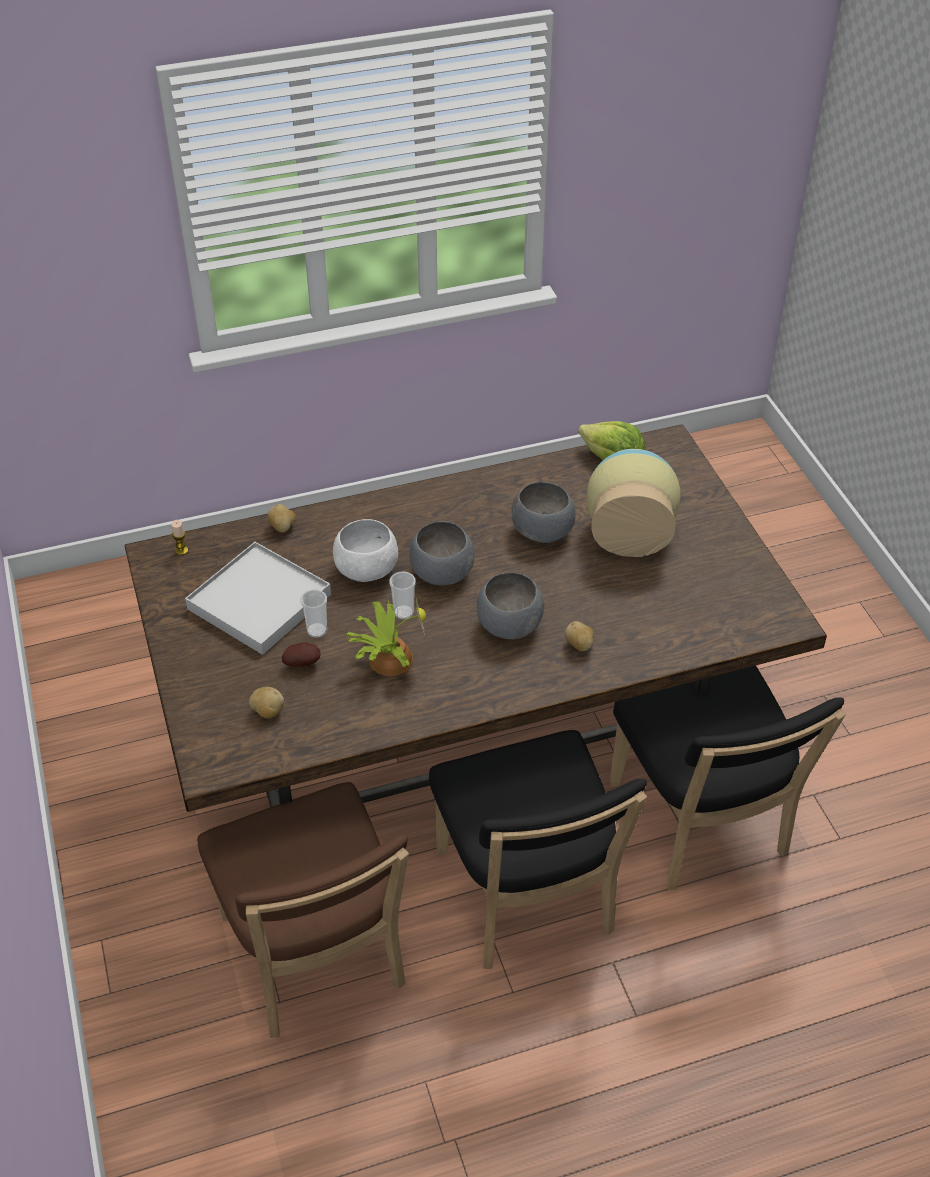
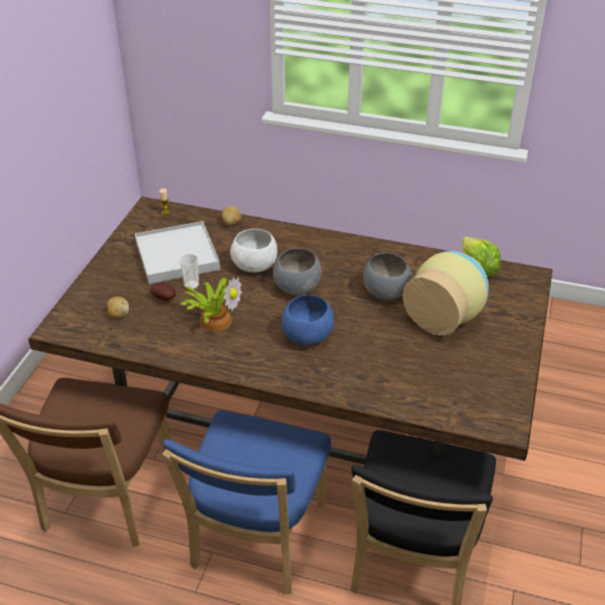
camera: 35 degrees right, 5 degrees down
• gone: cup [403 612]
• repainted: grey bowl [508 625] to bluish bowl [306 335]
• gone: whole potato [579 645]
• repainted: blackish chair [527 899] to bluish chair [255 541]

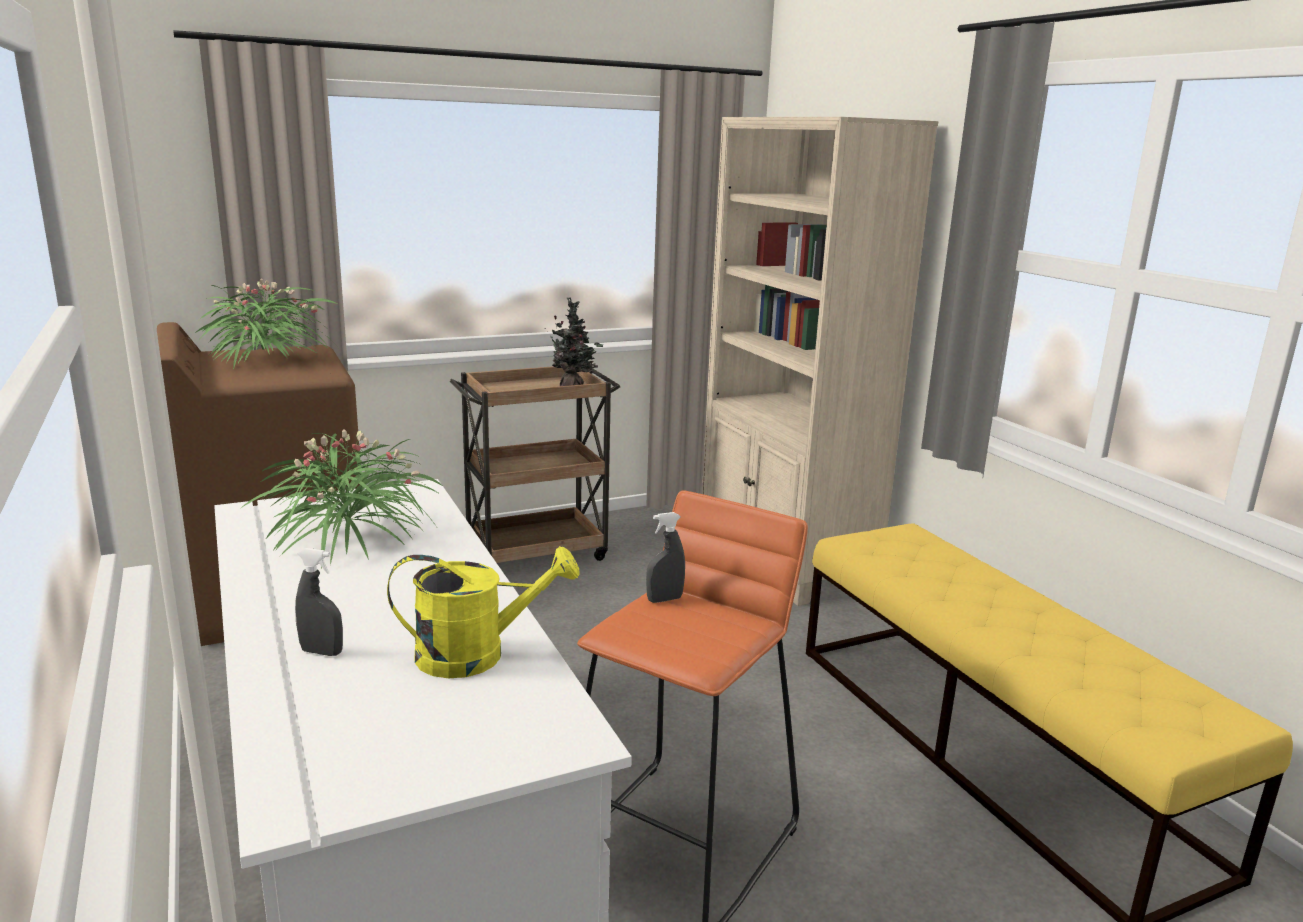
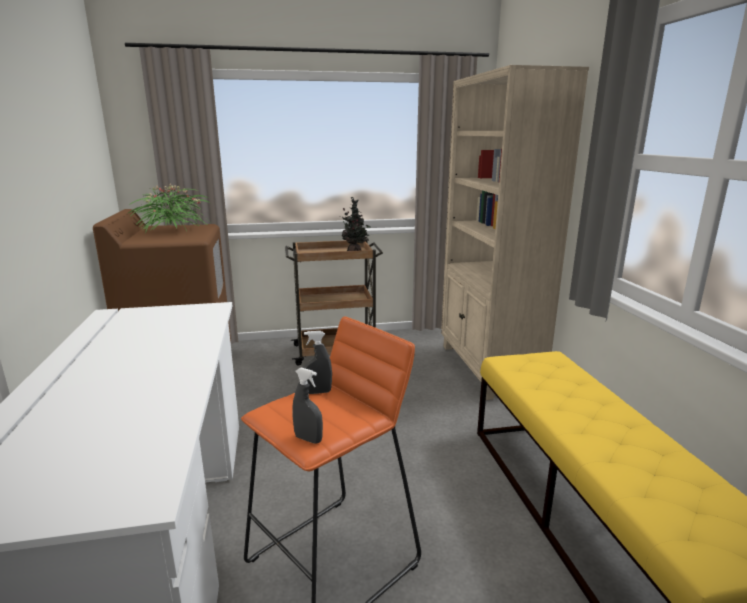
camera: 15 degrees right, 0 degrees up
• gone: potted plant [350 536]
• gone: yellow-coloured watering can [477 655]
• shifted: grey hand sprayer [321 652] to [308 439]

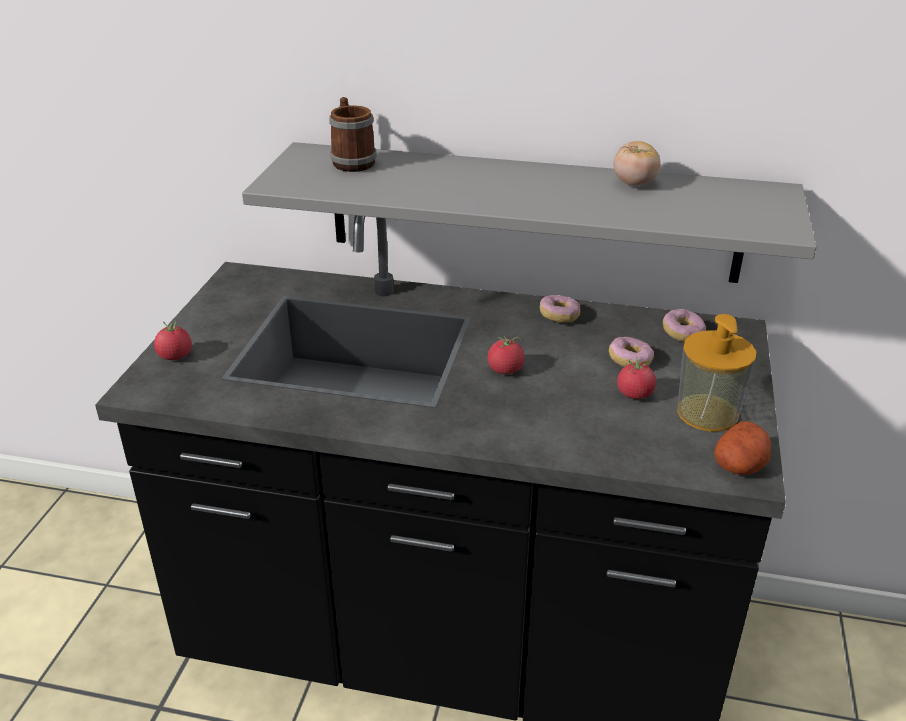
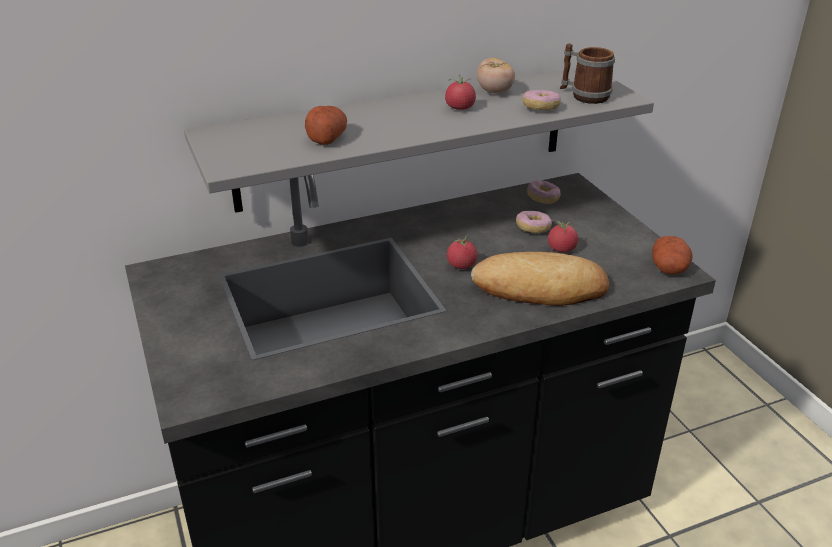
camera: 35 degrees left, 0 degrees up
• shifted: mug [352 161] to [583 95]
• shifted: donut [559 317] to [540 108]
• gone: soap bottle [707 413]
• shifted: tomato [175 356] to [460 108]
• new: whole potato [326 138]
• new: baked bread [540 288]

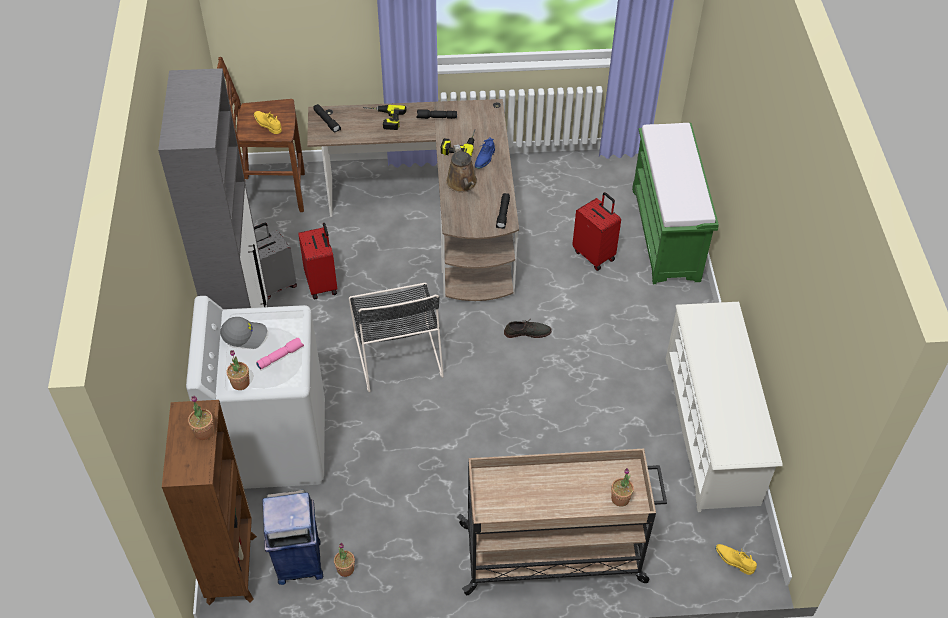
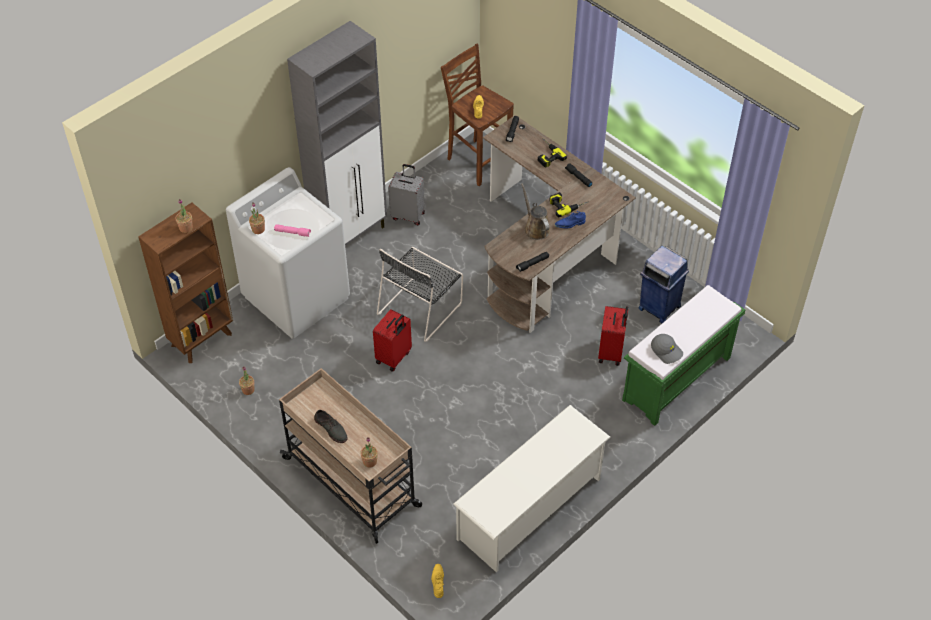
camera: 50 degrees right, 0 degrees up
• rotated: brown watering can [462 184] = [535 228] 120 degrees clockwise
• shifted: red suitcase [322 284] to [394 357]
• shifted: grey cap [245 335] to [667 351]
• shifted: grey item of footwear [527 332] to [331 428]
• shifted: bluish rubbish bin [298 561] to [659 306]

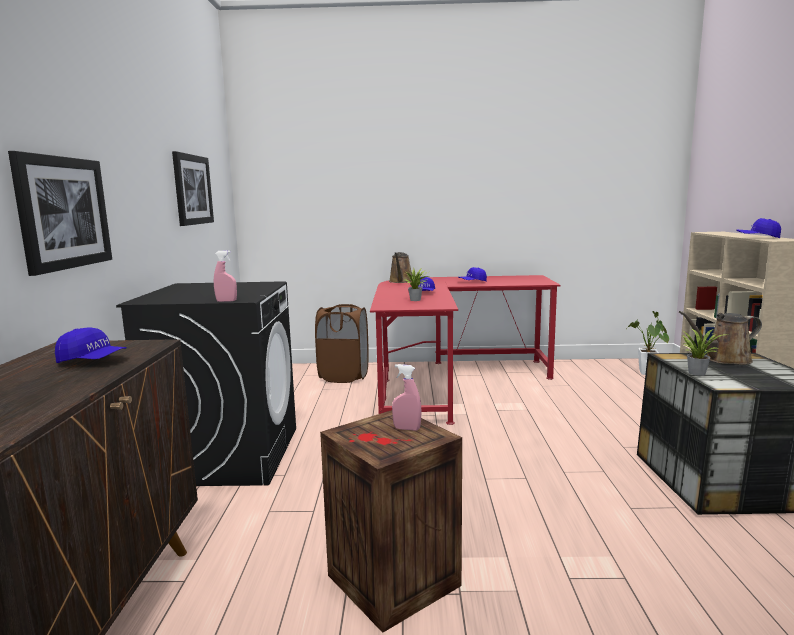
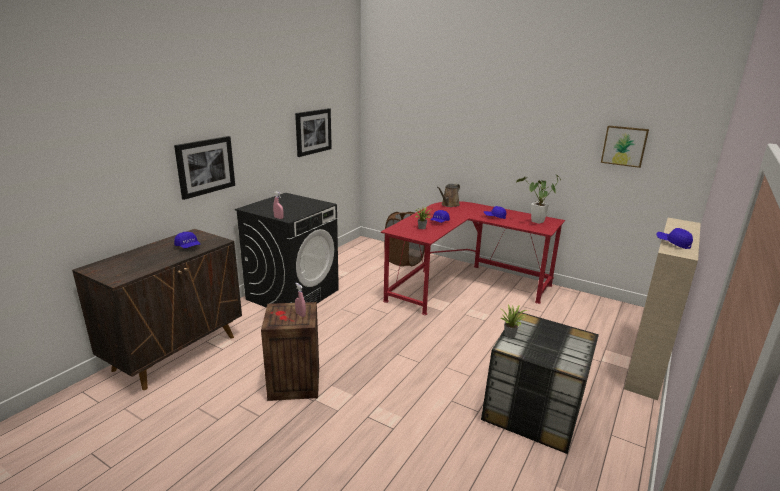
camera: 30 degrees right, 10 degrees up
• shifted: potted plant [647 374] to [536 222]
• gone: brown watering can [723 359]
• new: picture [624 146]

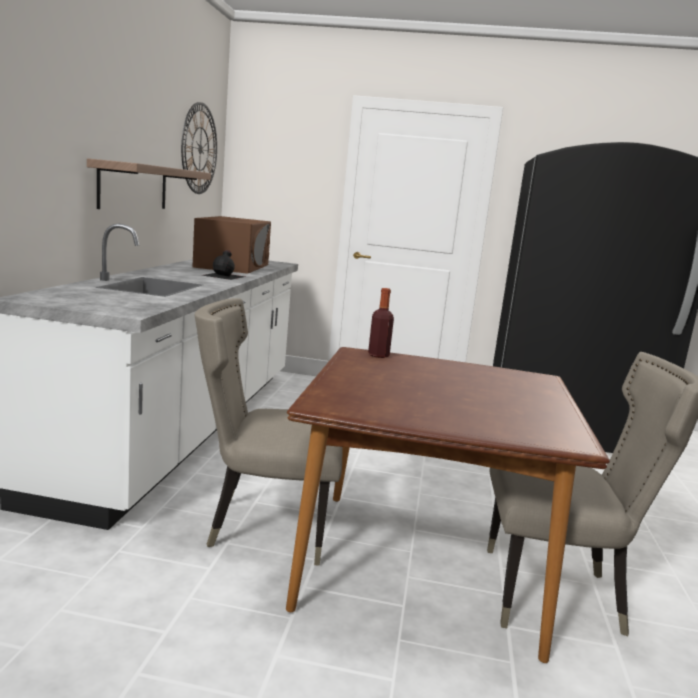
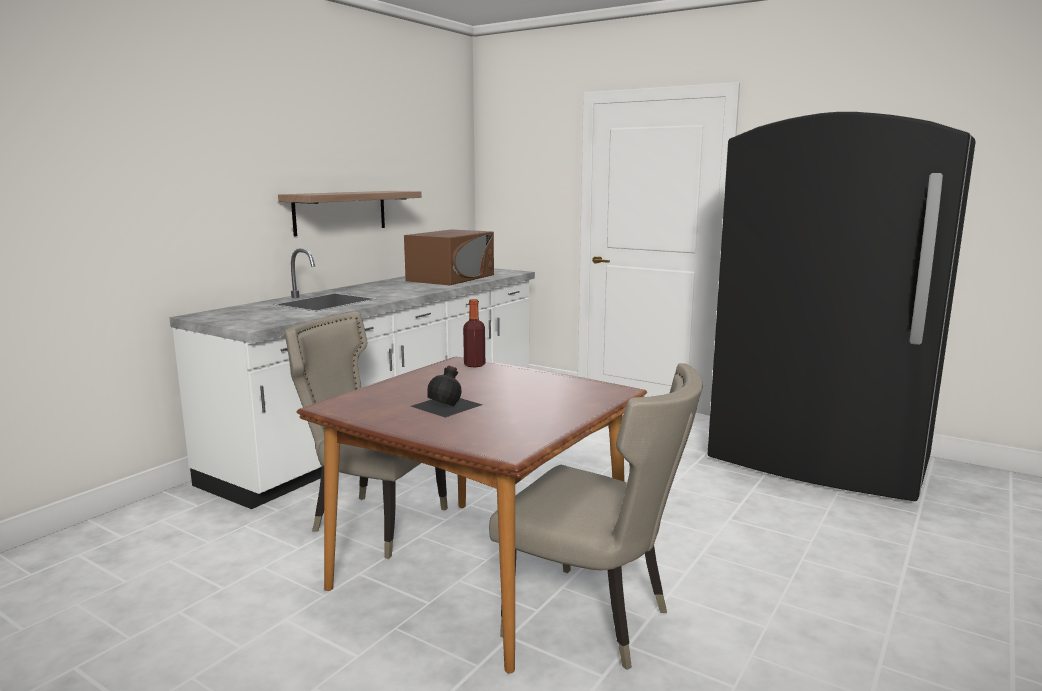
camera: 25 degrees right, 0 degrees up
• gone: wall clock [199 149]
• shifted: blackish bottle [224 276] to [448 405]

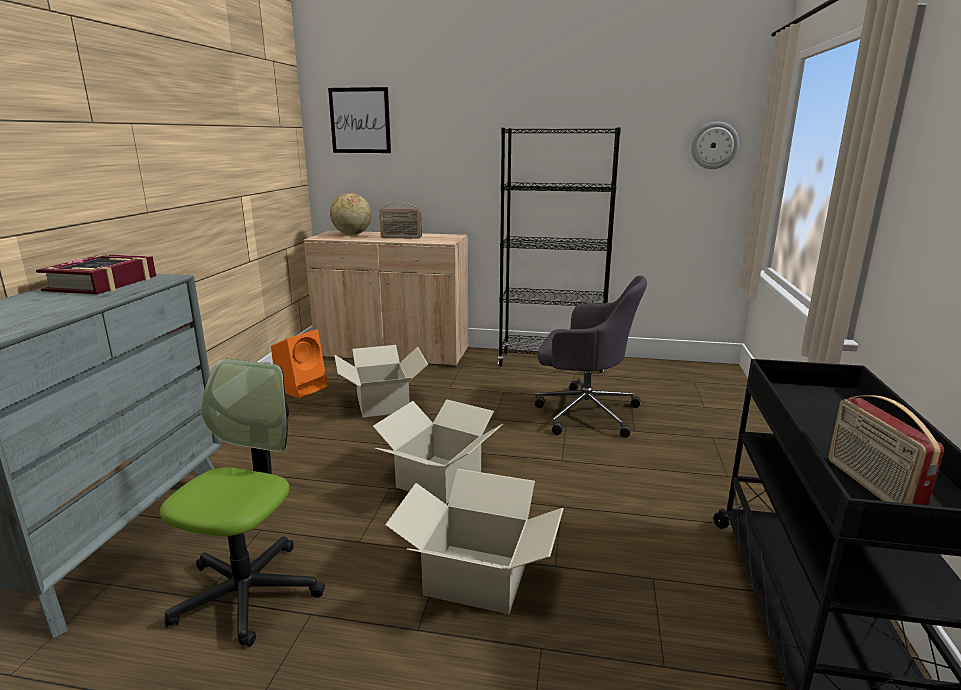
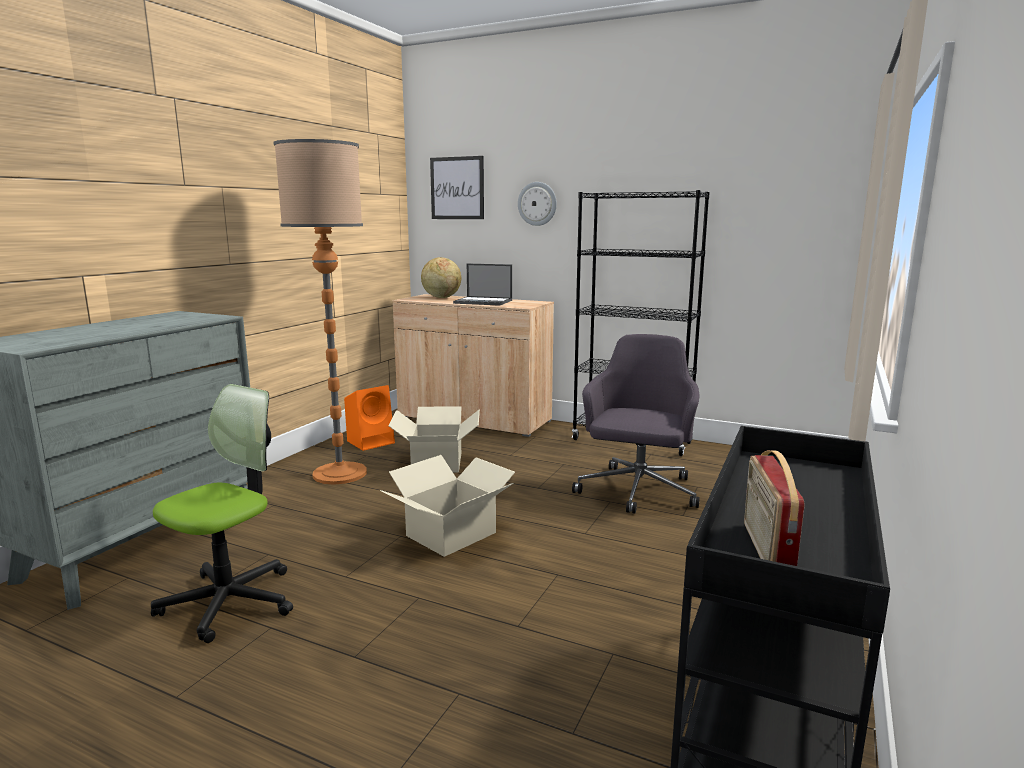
camera: 15 degrees right, 5 degrees down
• shifted: wall clock [714 145] to [537 204]
• swapped: radio set [401 238] to portable computer [484 302]
• gone: volume [103 283]
• rotated: grey office chair [584 412] = [637 492] 105 degrees counterclockwise
• gone: carton [476 577]
• new: standard lamp [340 473]

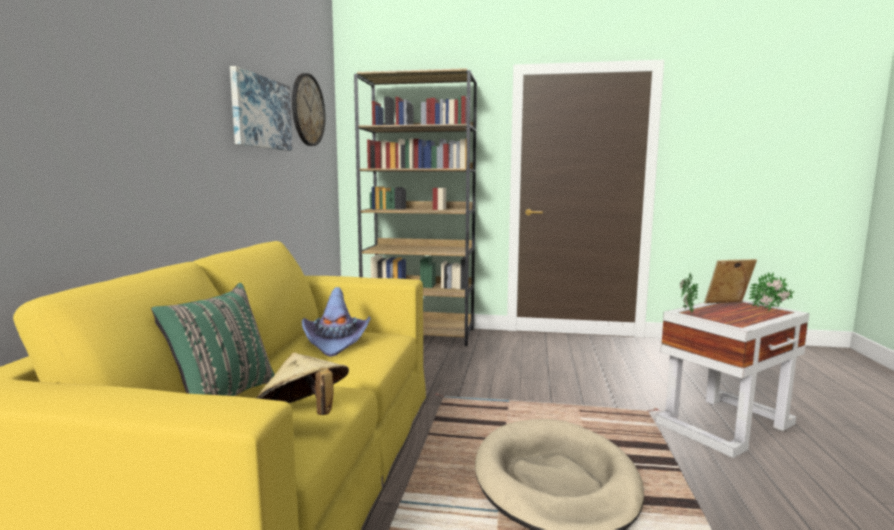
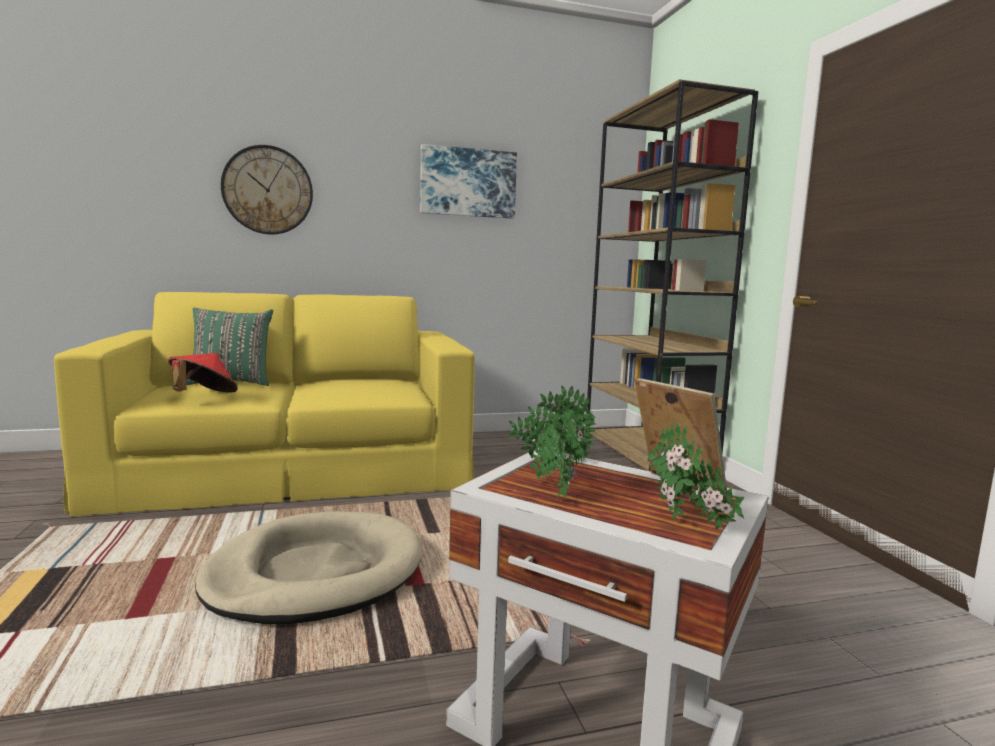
camera: 65 degrees right, 0 degrees up
• shifted: wall clock [307 110] to [268 190]
• gone: purple clothing hat [336 342]
• repainted: sand-coloured clothing hat [304 414] to red clothing hat [204 396]
• new: potted plant [555 489]

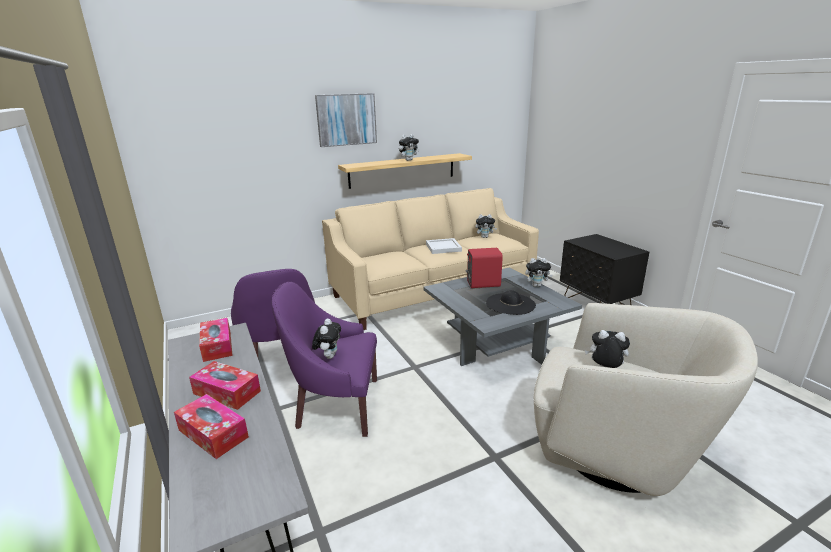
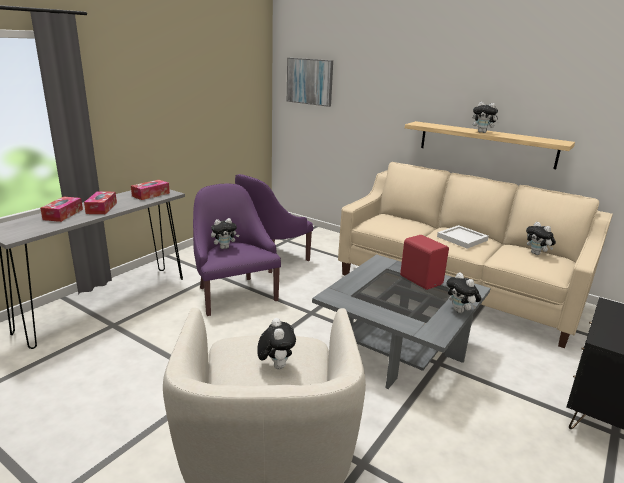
camera: 60 degrees right, 0 degrees up
• shifted: picture [346 119] to [309 81]
• gone: blackish clothing hat [510 304]

